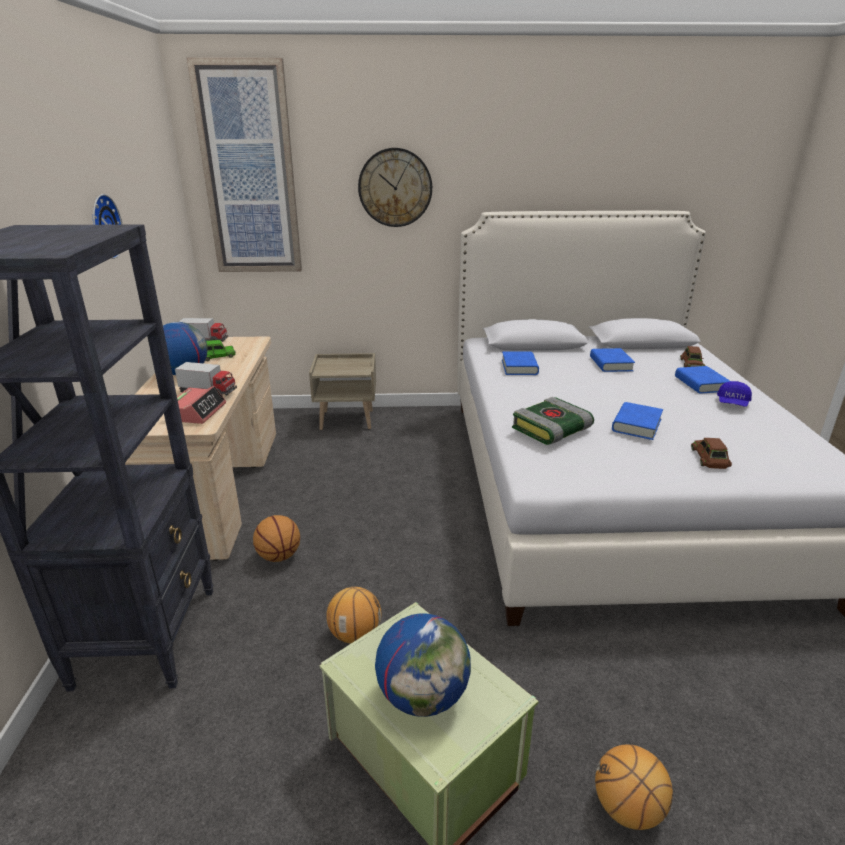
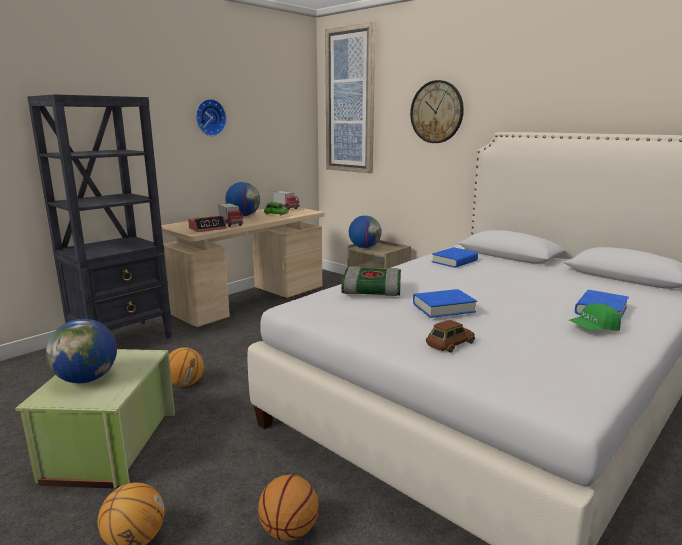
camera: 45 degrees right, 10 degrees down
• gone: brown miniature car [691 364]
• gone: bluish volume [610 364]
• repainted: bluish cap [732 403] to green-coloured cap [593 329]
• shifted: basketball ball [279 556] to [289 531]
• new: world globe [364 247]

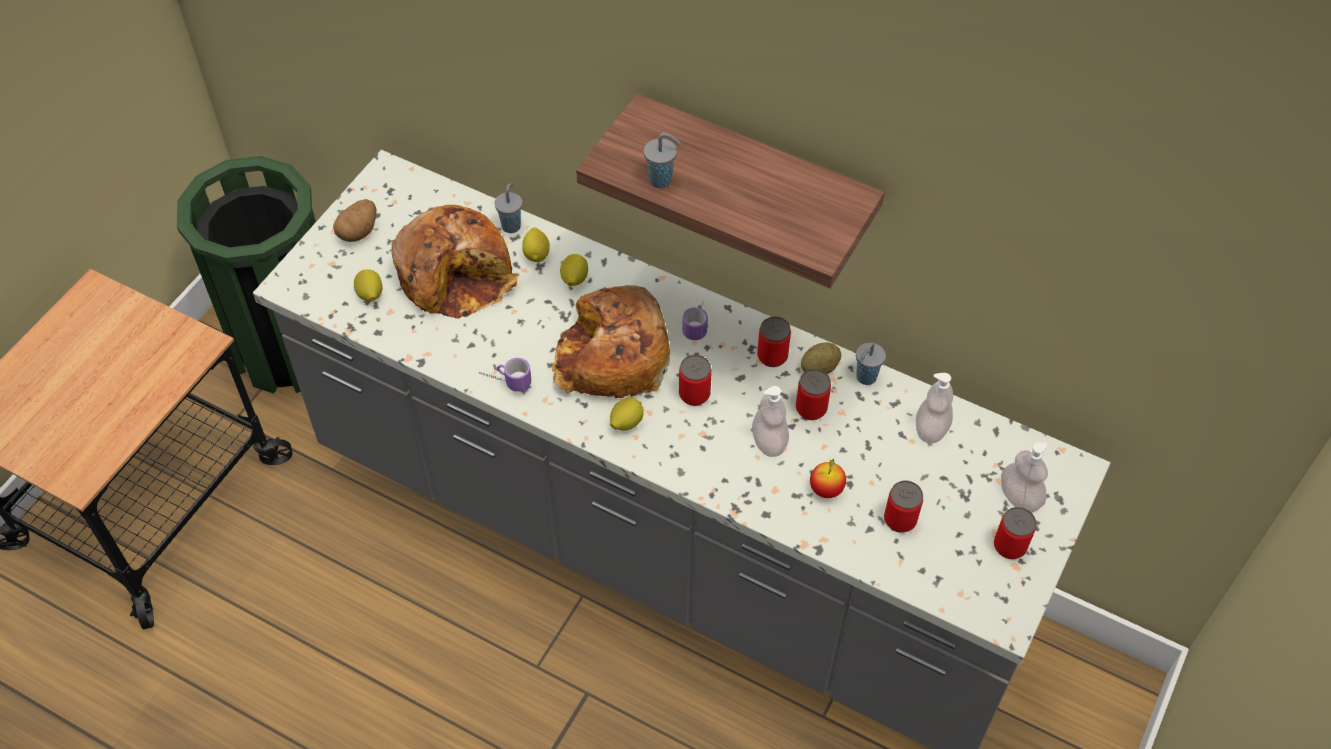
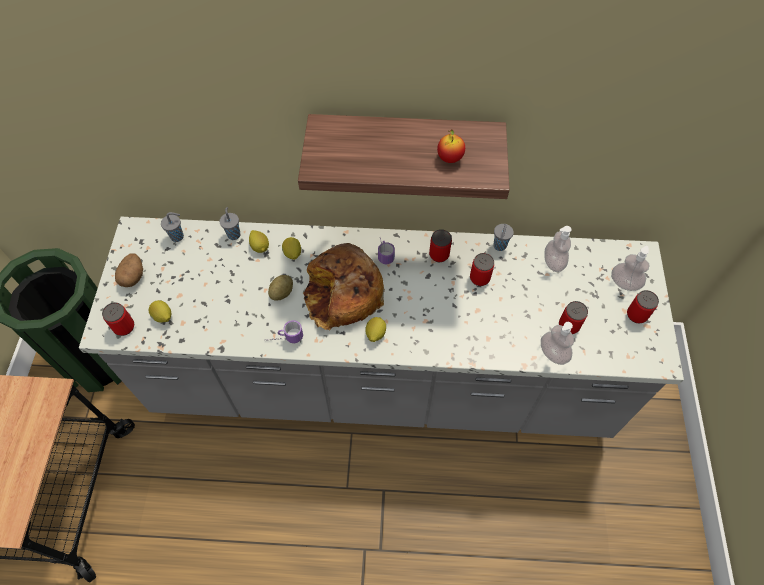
camera: 25 degrees left, 5 degrees up
• shifted: grey cup [661 180] to [178 236]
• gone: baked bread [456 274]
• shifted: whole potato [819 368] to [282 293]
• shifted: sealed can [694 394] to [124 327]
• shifted: soap bottle [769 441] to [553 353]
• shifted: apple [826 489] to [449 158]

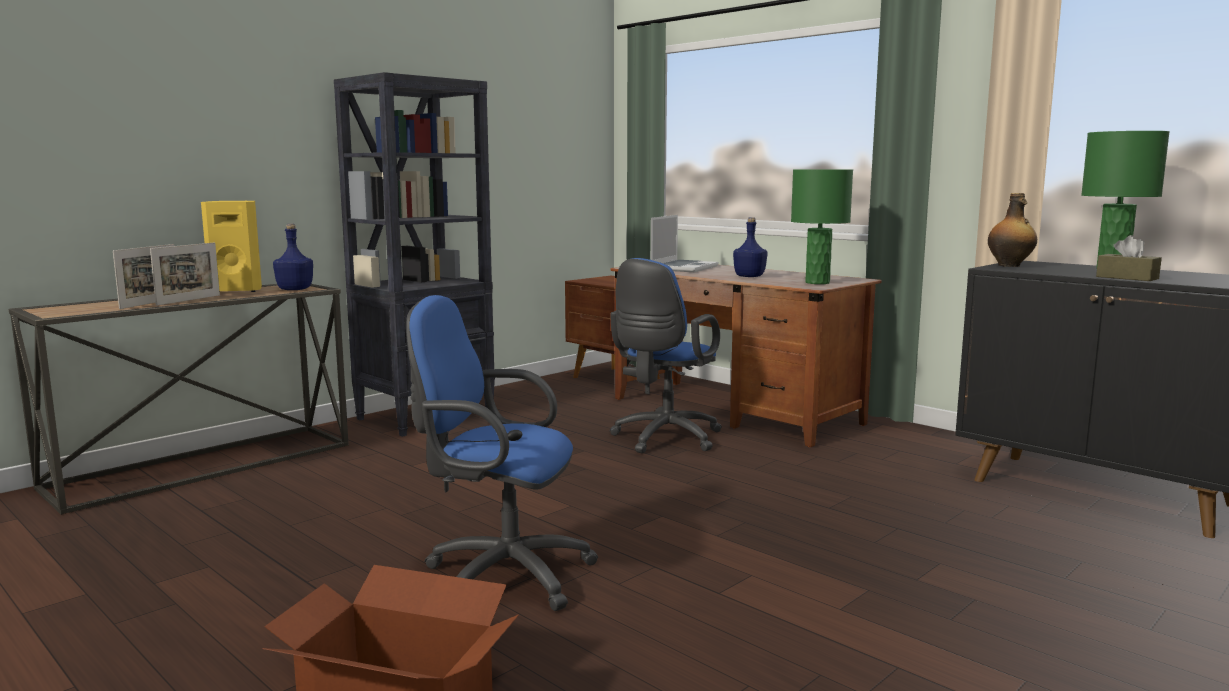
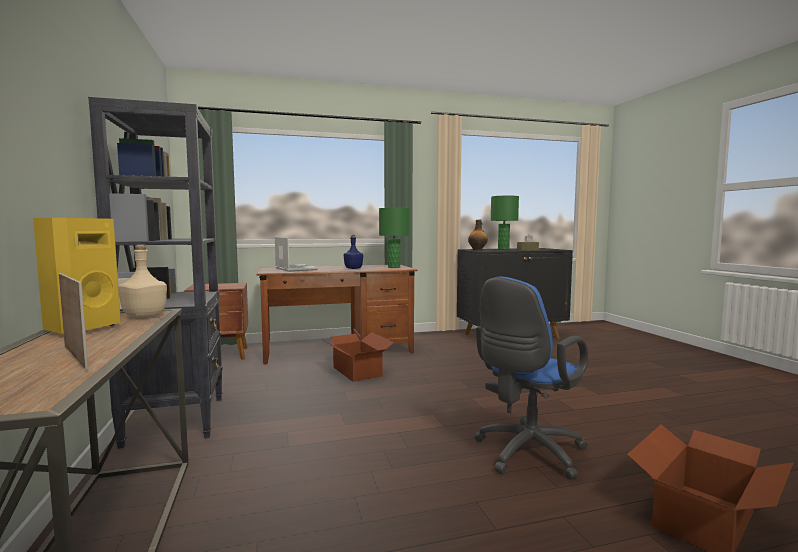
camera: 60 degrees left, 5 degrees down
• repainted: bluish bottle [295 289] to sand-coloured bottle [145 316]
• gone: picture frame [189 300]
• swapped: bluish office chair [663 439] to carton [356 372]

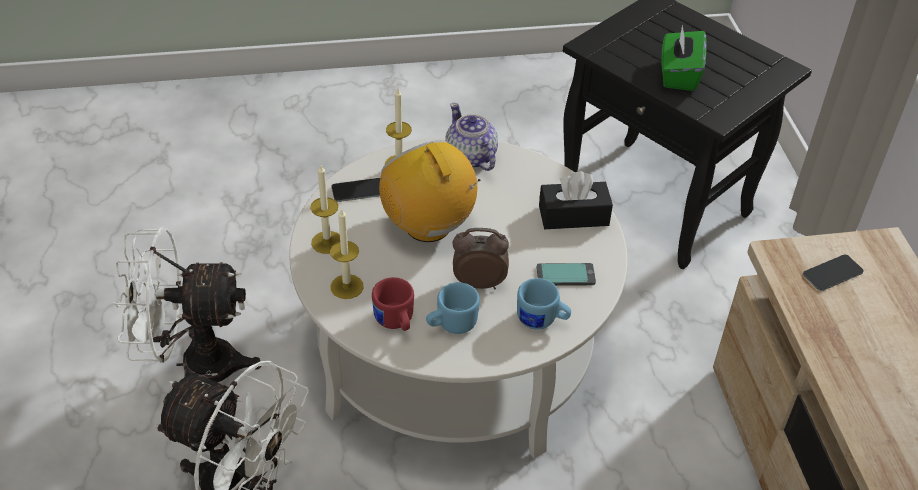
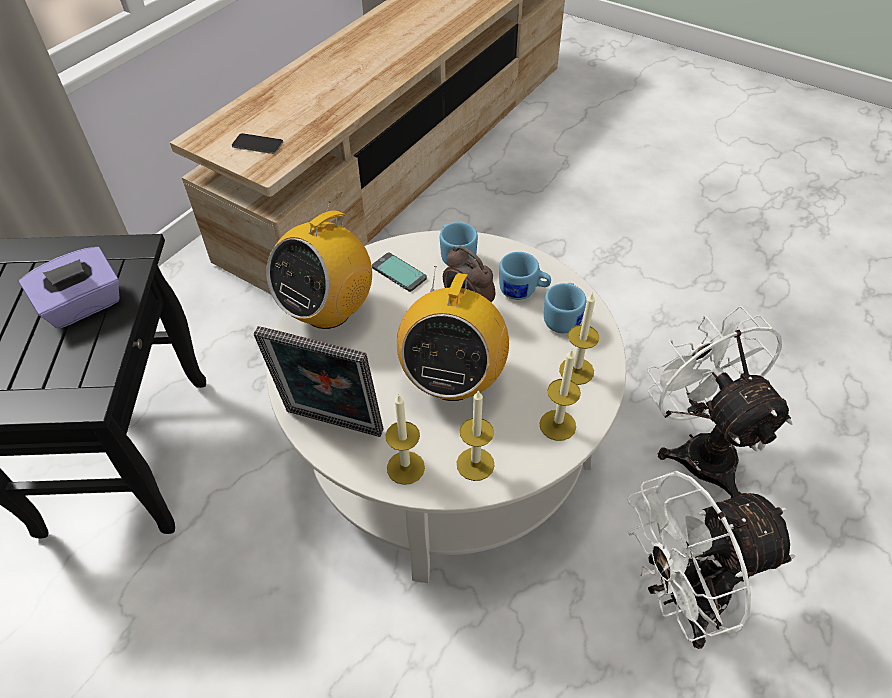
camera: 135 degrees left, 5 degrees up
• repainted: green-coloured tissue box [678 75] to purple tissue box [83 306]
• swapped: teapot [470 158] to picture frame [332 426]
• swapped: blackish tissue box [573 216] to radio set [328 310]
• swapped: telephone [359 190] to wax candle [475 464]
• rotated: white fan [194 365] = [680 598] 120 degrees clockwise
• repainted: red mug [395 322] to bluish mug [563 318]

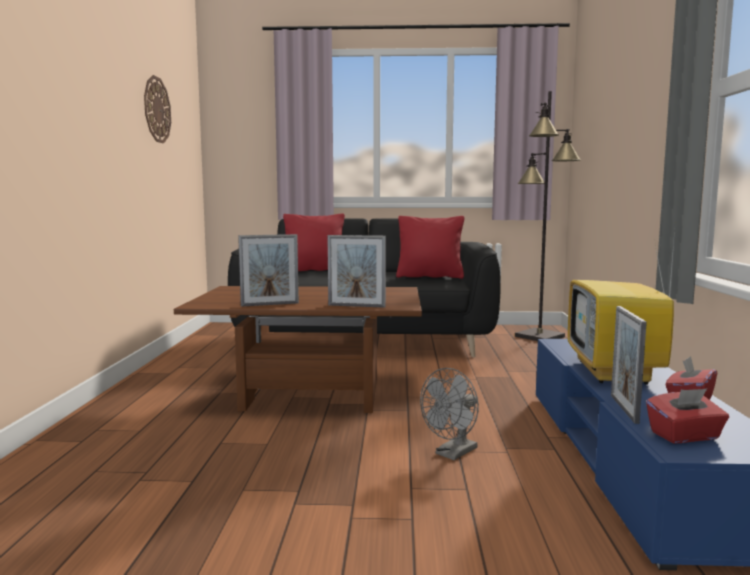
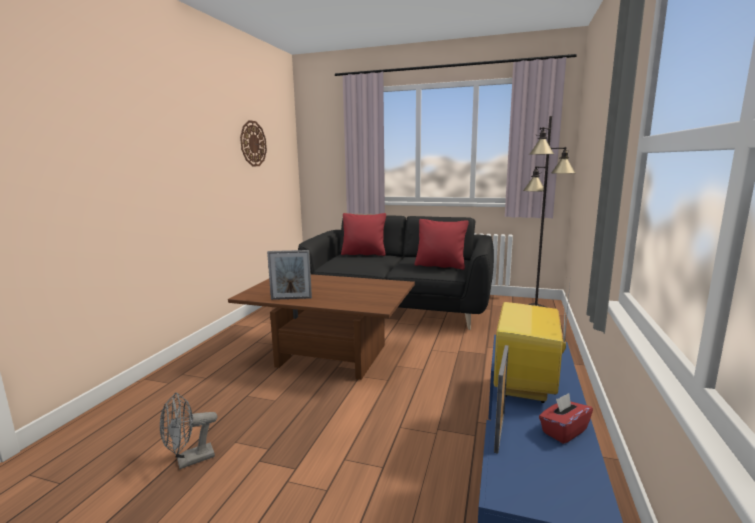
camera: 15 degrees right, 5 degrees up
• gone: picture frame [356 306]
• shifted: grey fan [452 454] to [189 460]
• gone: red tissue box [685 436]

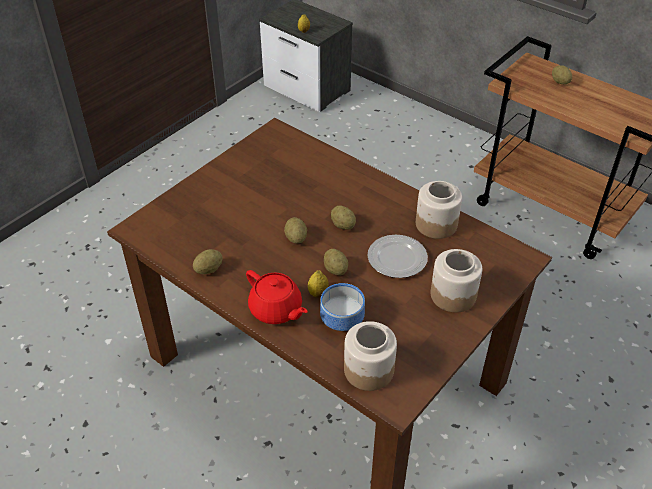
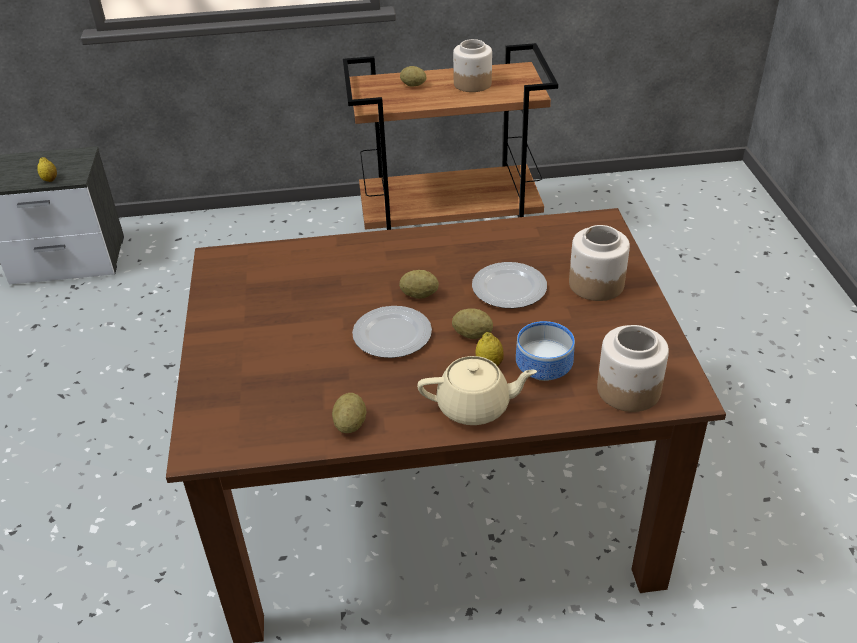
camera: 45 degrees left, 5 degrees down
• shifted: preserve jar [435 224] to [472 84]
• swapped: whole potato [296 238] to plate [393 335]
• repainted: red teapot [276 310] to sand-coloured teapot [475 407]

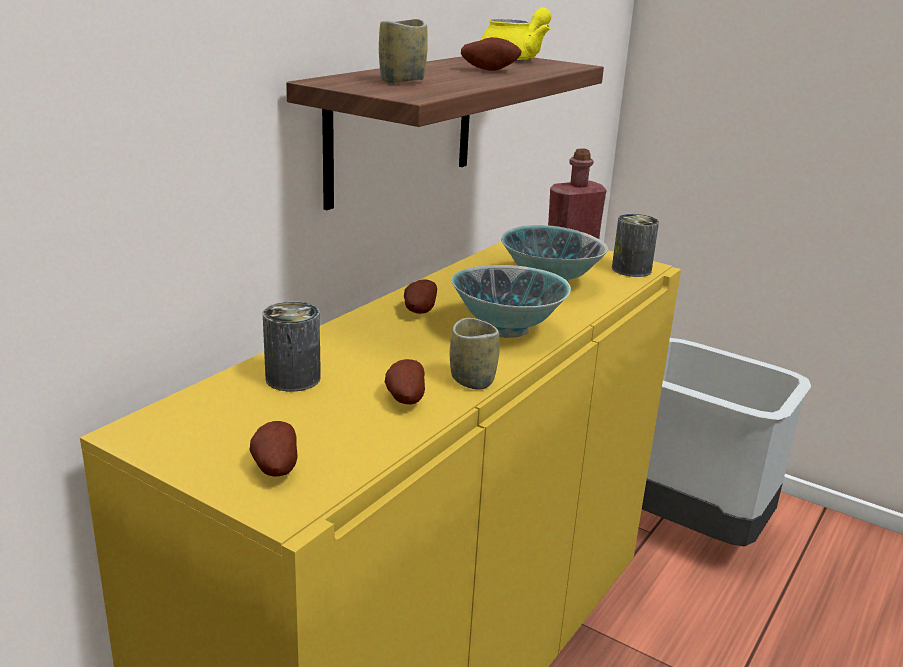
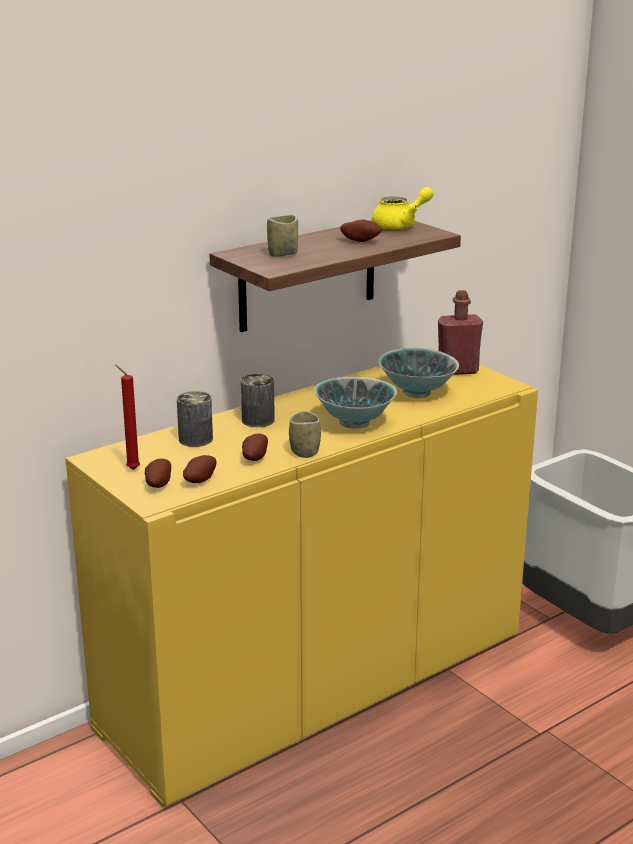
camera: 20 degrees right, 0 degrees up
• shifted: sealed can [631 269] to [258 420]
• shifted: whole potato [418 310] to [199 480]
• new: red wax candle [131 469]

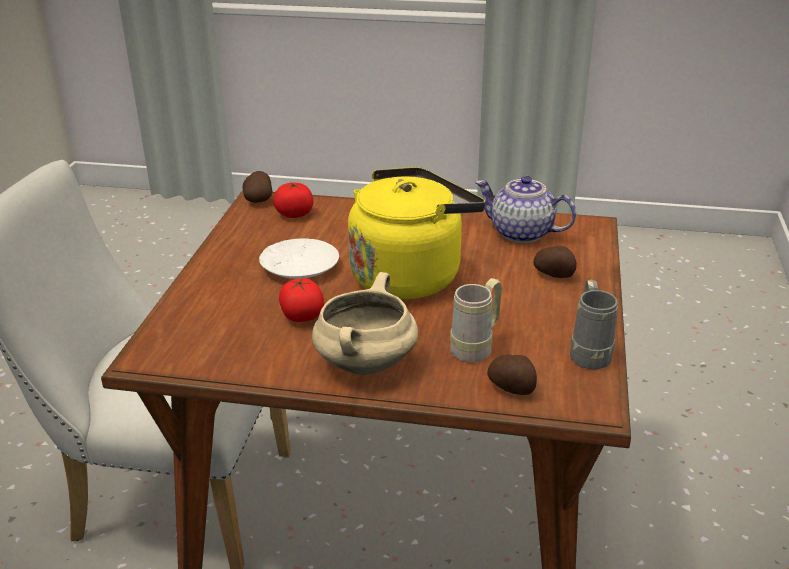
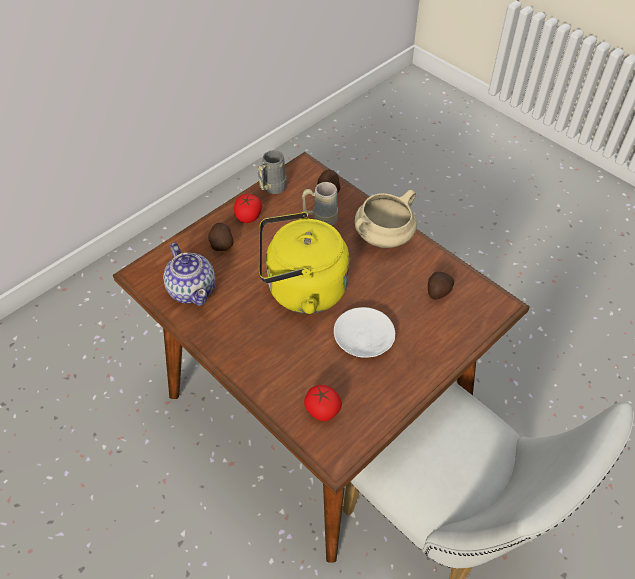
camera: 145 degrees left, 20 degrees up
• shifted: whole potato [259 199] to [437 292]
• shifted: tomato [302 316] to [248 216]

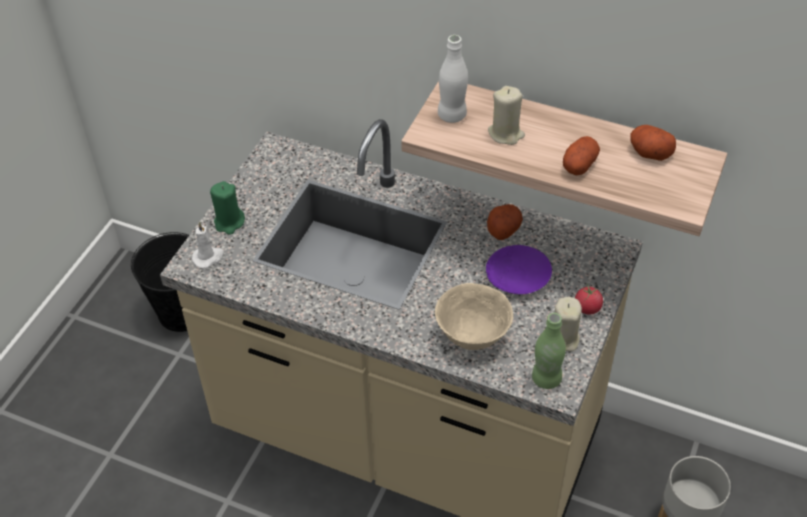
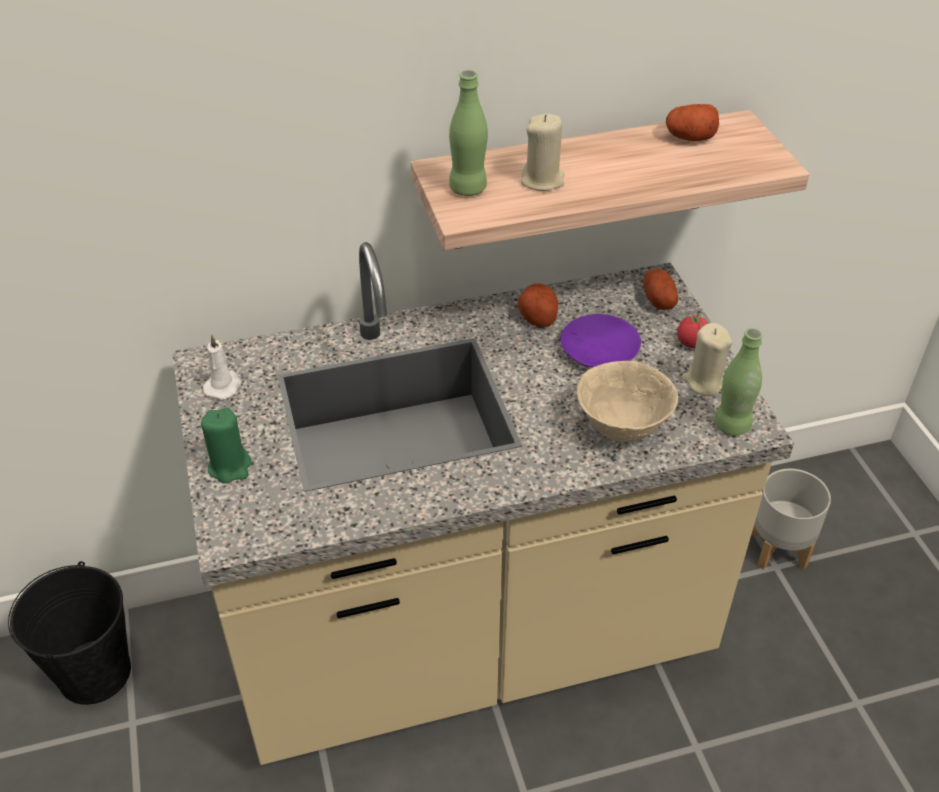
camera: 40 degrees left, 5 degrees down
• repainted: white bottle [452 115] to green-coloured bottle [468 188]
• shifted: whole potato [579 164] to [658 299]
• shifted: white wax candle [208 257] to [224 386]

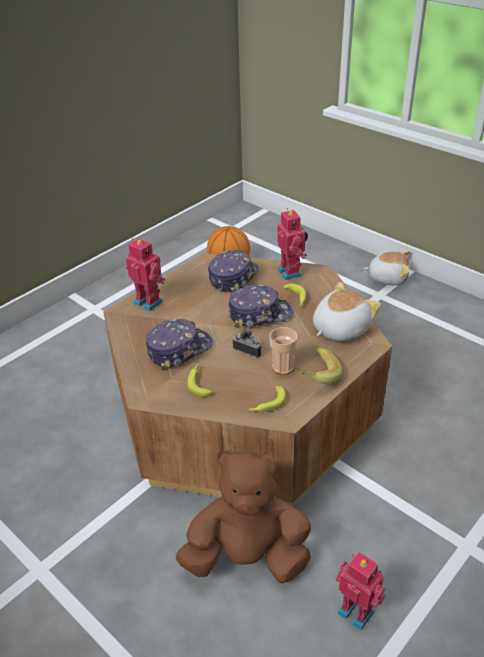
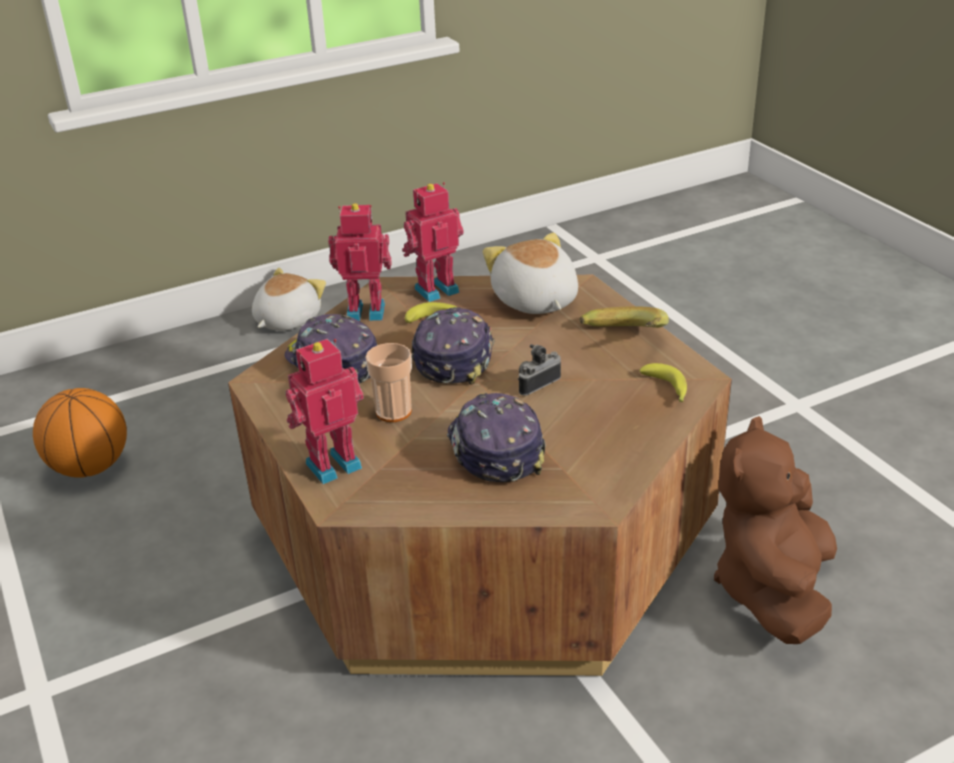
camera: 70 degrees left, 5 degrees down
• shifted: cup [283 367] to [393 412]
• gone: banana fruit [199 382]
• shifted: model robot [357 610] to [435 289]

